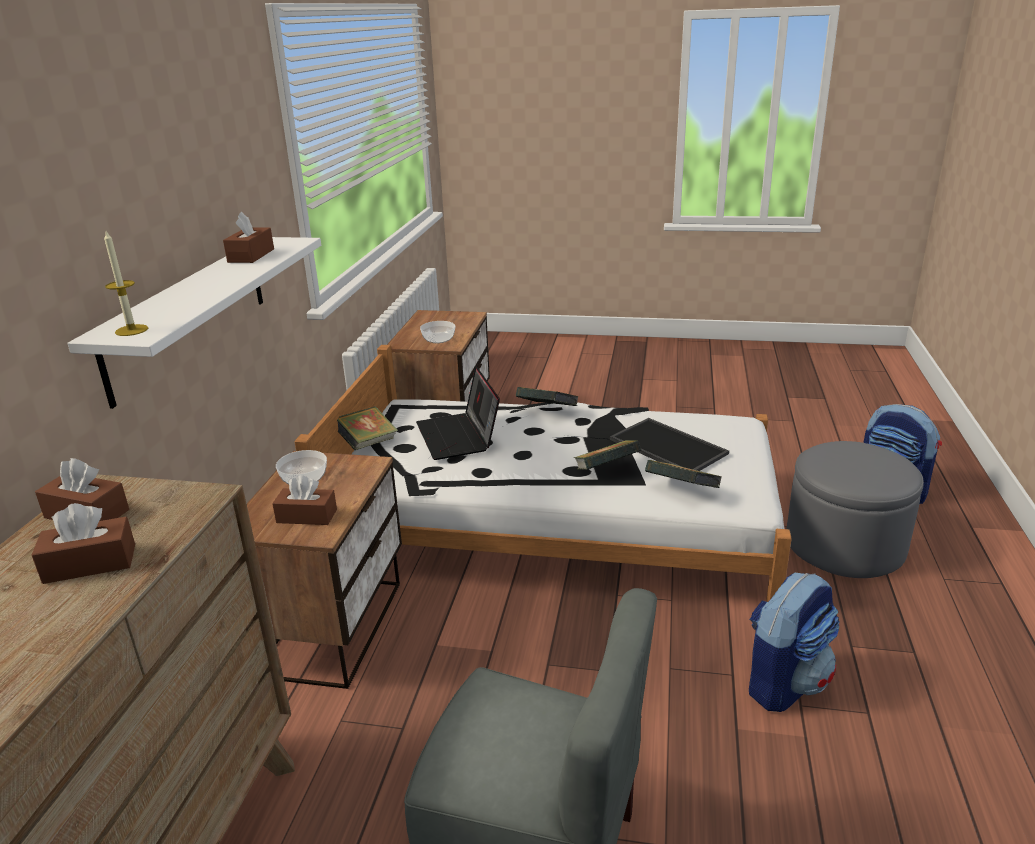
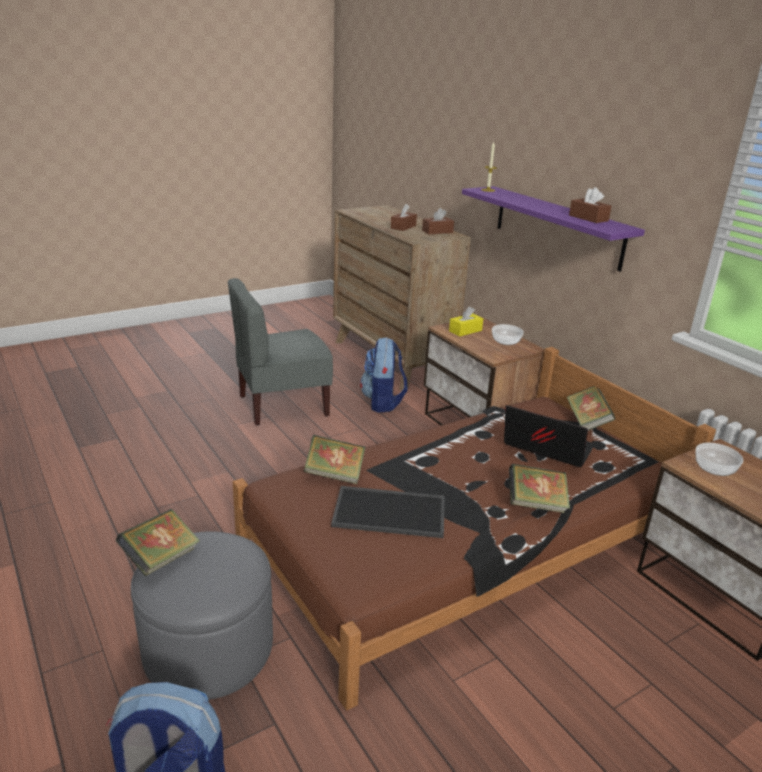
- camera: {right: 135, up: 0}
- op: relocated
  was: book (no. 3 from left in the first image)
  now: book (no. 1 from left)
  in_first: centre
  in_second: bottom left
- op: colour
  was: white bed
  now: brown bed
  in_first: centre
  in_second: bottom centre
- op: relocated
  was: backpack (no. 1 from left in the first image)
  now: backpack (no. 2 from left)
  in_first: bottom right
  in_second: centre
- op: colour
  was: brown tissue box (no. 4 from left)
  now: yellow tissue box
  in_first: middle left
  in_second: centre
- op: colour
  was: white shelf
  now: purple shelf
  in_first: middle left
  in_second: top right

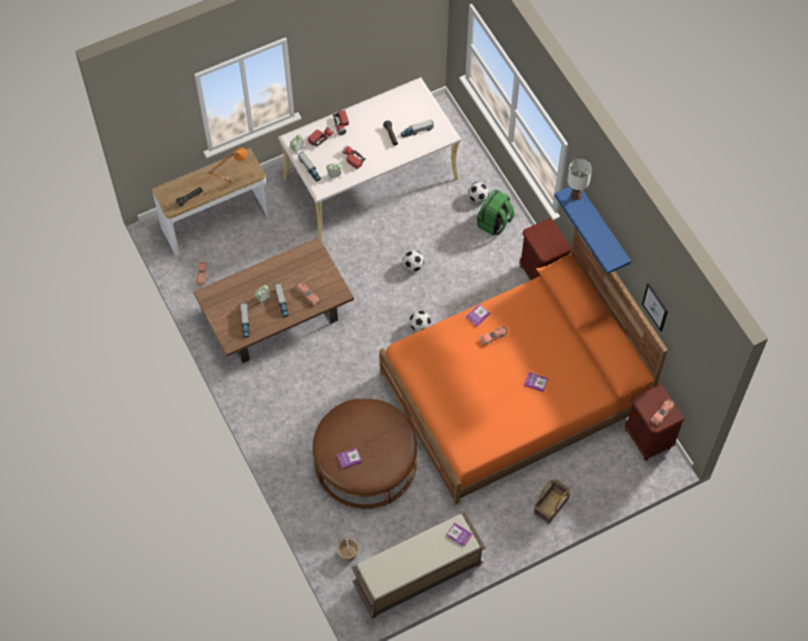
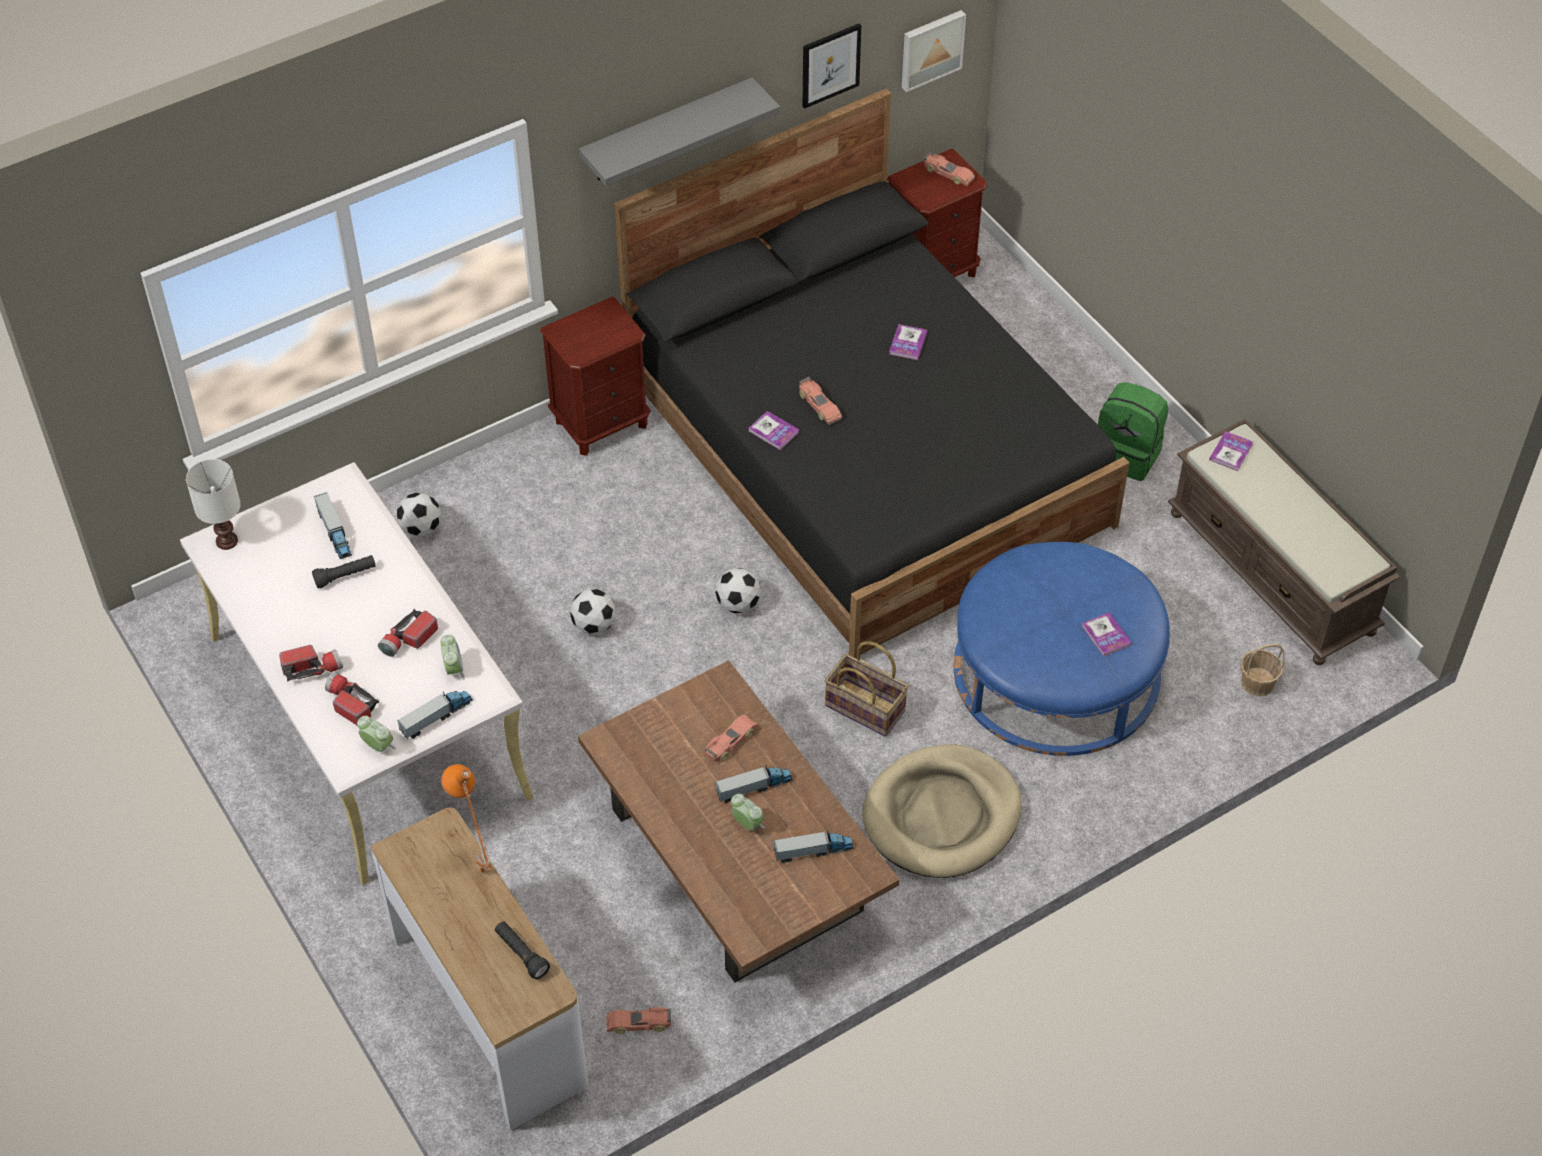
- camera: {right: -95, up: -10}
- op: relocated
  was: white table lamp
  in_first: top right
  in_second: middle left
- op: colour
  was: blue shelf
  now: grey shelf
  in_first: middle right
  in_second: top centre
- op: colour
  was: orange bed
  now: black bed
  in_first: centre
  in_second: top centre
- op: relocated
  was: basket (no. 2 from left in the first image)
  now: basket (no. 1 from left)
  in_first: bottom right
  in_second: centre
- op: appeared
  now: beige dog bed
  in_second: bottom centre
- op: appeared
  now: picture (no. 2 from left)
  in_second: top centre
- op: colour
  was: brown ottoman
  now: blue ottoman
  in_first: bottom centre
  in_second: middle right
- op: relocated
  was: green backpack
  in_first: top centre
  in_second: middle right

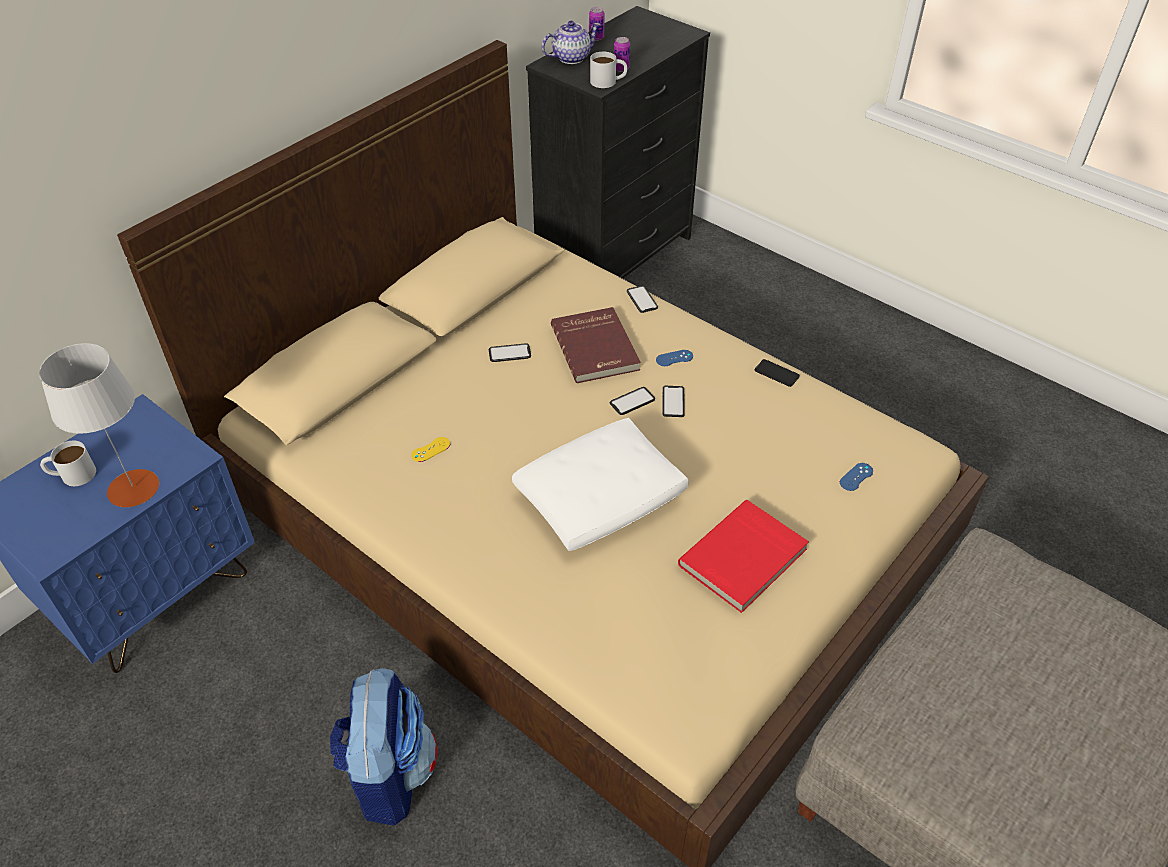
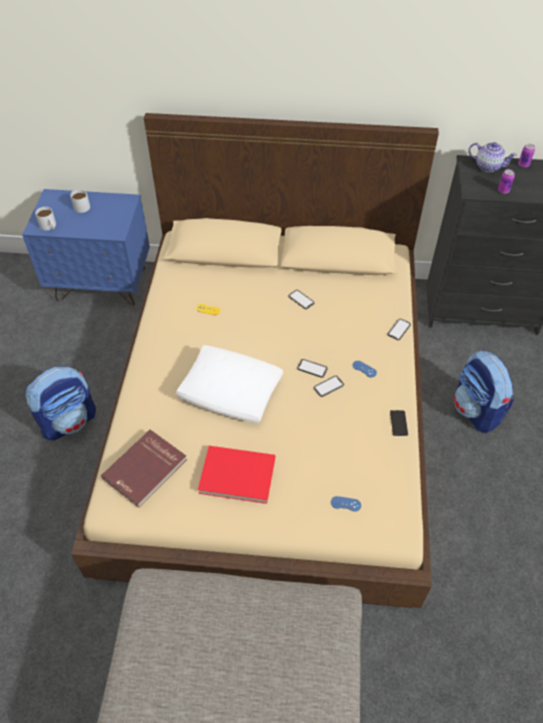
- camera: {right: 55, up: 5}
- op: relocated
  was: white mug (no. 2 from left in the first image)
  now: white mug (no. 1 from left)
  in_first: top centre
  in_second: top left
- op: relocated
  was: red book (no. 1 from left)
  in_first: centre
  in_second: middle left
- op: appeared
  now: backpack (no. 2 from left)
  in_second: middle right
- op: missing
  was: grey table lamp
  in_first: middle left

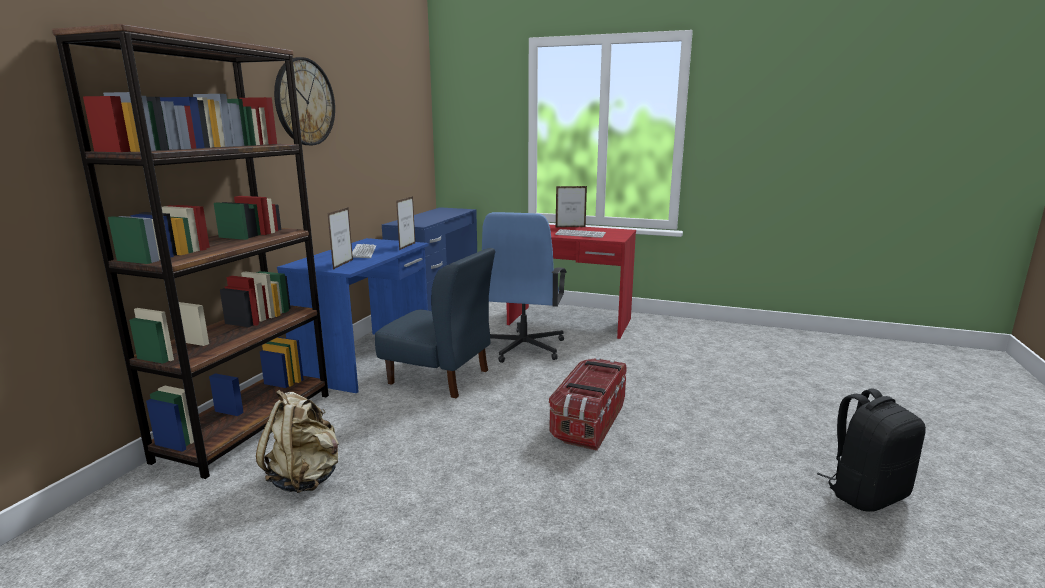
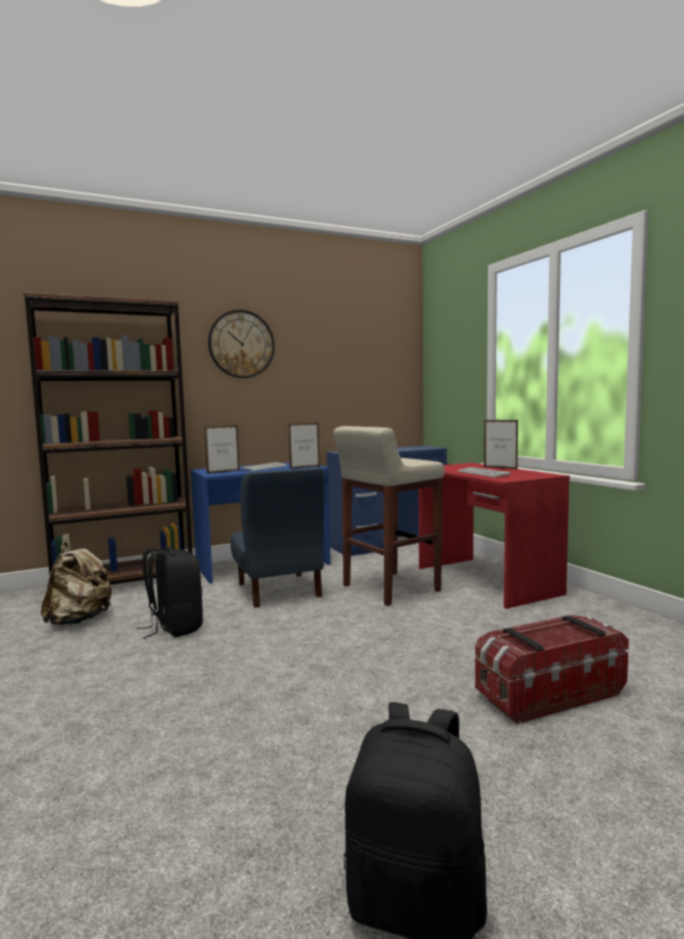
- camera: {right: 45, up: -10}
- op: appeared
  now: black backpack (no. 1 from left)
  in_second: middle left
- op: exchanged
  was: blue office chair
  now: beige stool
  in_first: centre
  in_second: centre
- op: relocated
  was: storage box
  in_first: bottom centre
  in_second: bottom right

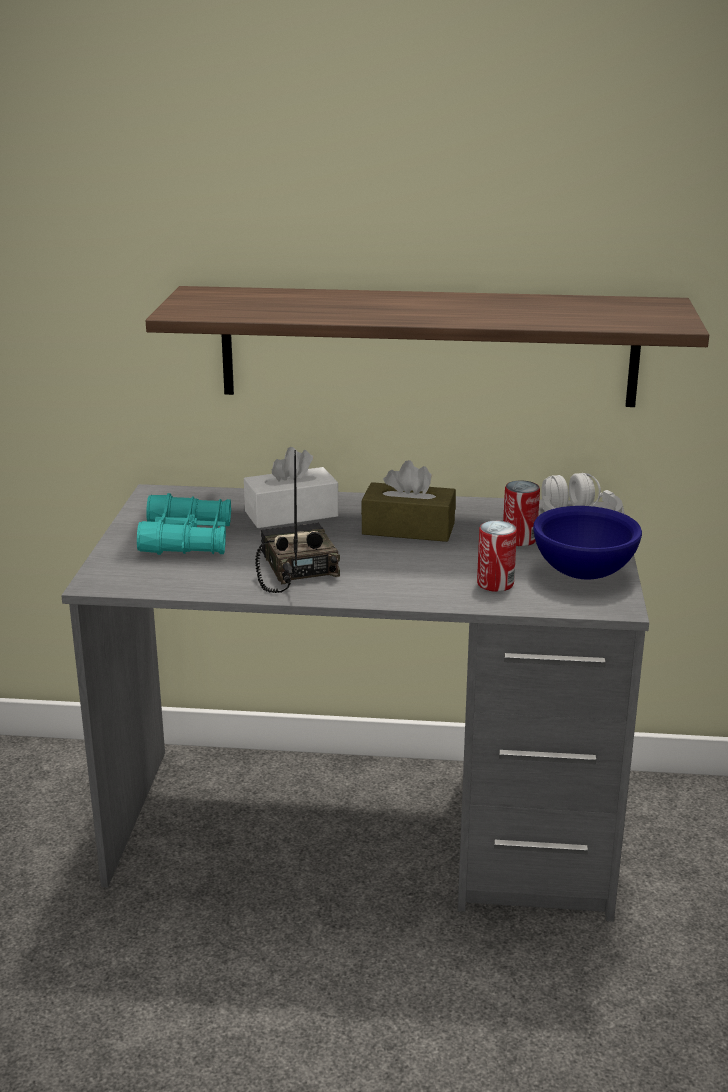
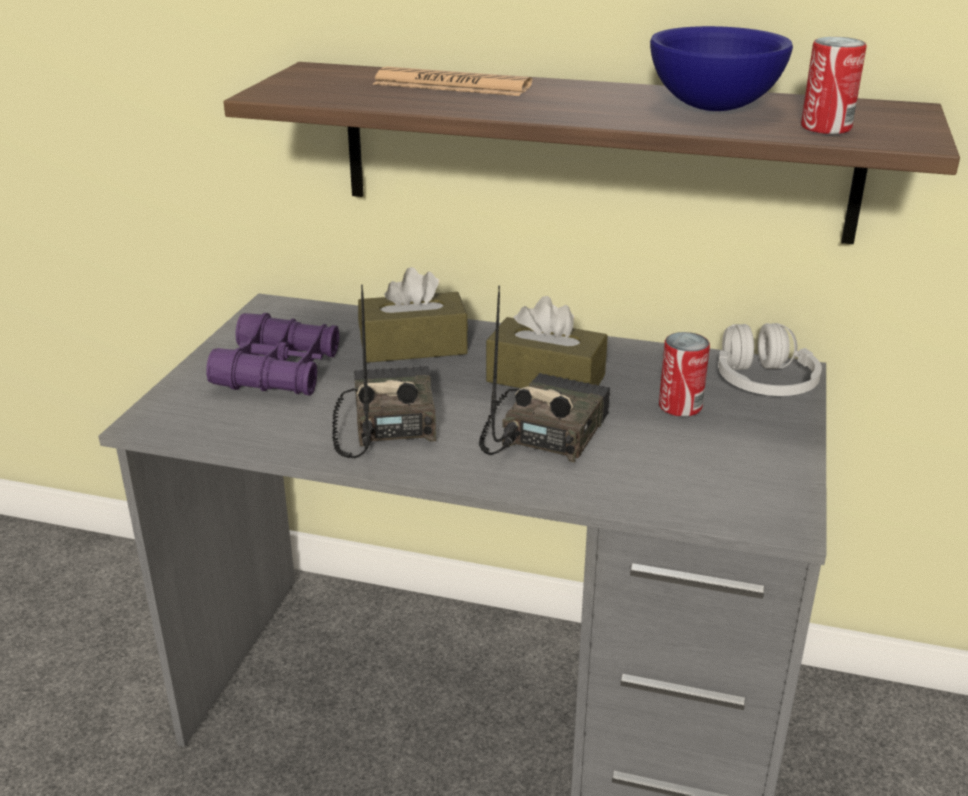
- camera: {right: 10, up: 5}
- op: colour
  was: turquoise binoculars
  now: purple binoculars
  in_first: middle left
  in_second: middle left
- op: colour
  was: white tissue box
  now: brown tissue box (no. 1 from left)
  in_first: centre
  in_second: centre
- op: appeared
  now: newspaper
  in_second: top centre
- op: appeared
  now: radio (no. 2 from left)
  in_second: centre
- op: relocated
  was: blue bowl
  in_first: middle right
  in_second: top right
- op: relocated
  was: can (no. 1 from left in the first image)
  now: can (no. 2 from left)
  in_first: middle right
  in_second: top right

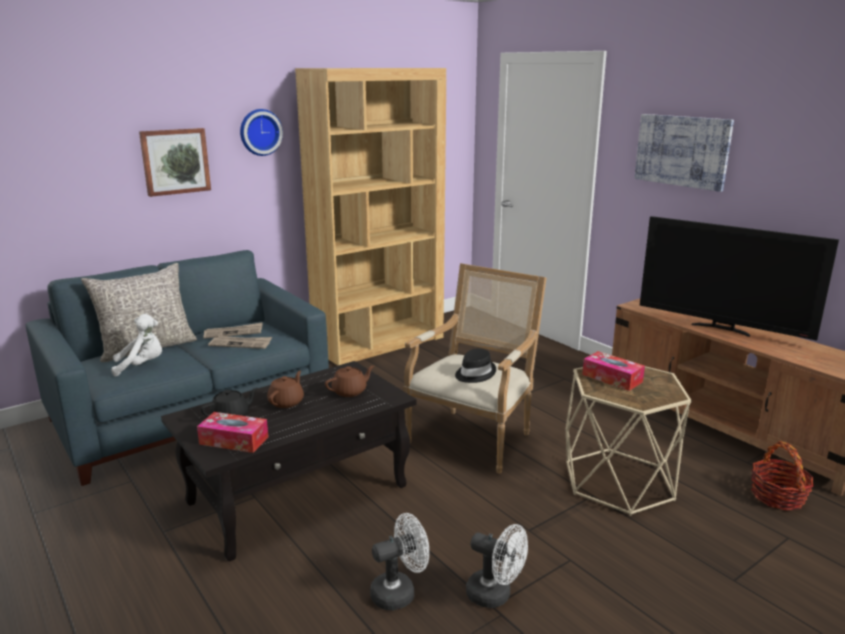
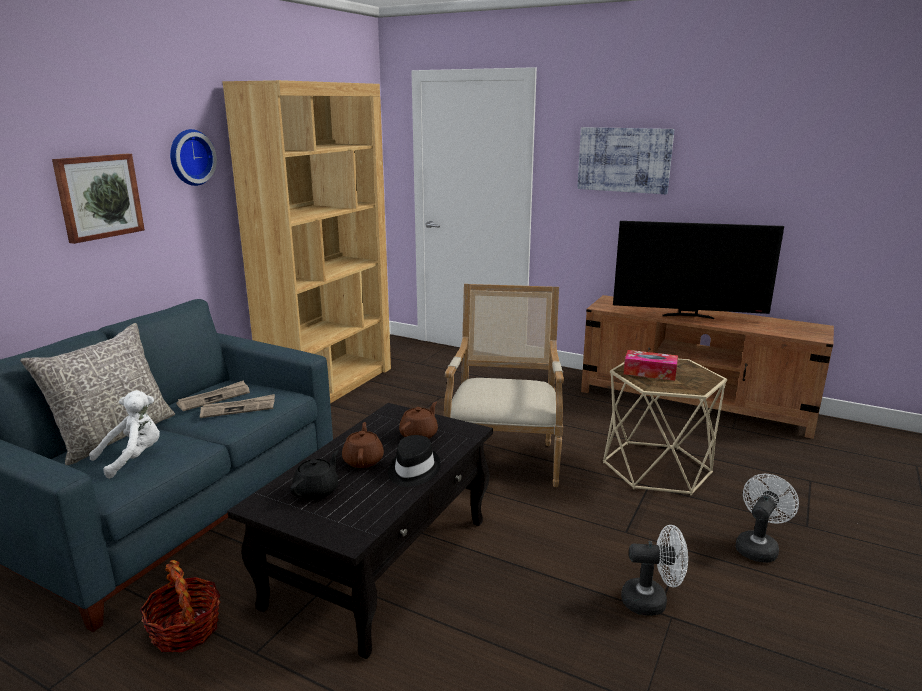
- camera: {right: -25, up: 0}
- op: relocated
  was: basket
  in_first: bottom right
  in_second: bottom left
- op: relocated
  was: black hat
  in_first: centre
  in_second: bottom centre
- op: relocated
  was: white fan (no. 1 from left in the first image)
  now: white fan (no. 2 from left)
  in_first: bottom centre
  in_second: bottom right
- op: missing
  was: tissue box (no. 1 from left)
  in_first: bottom left

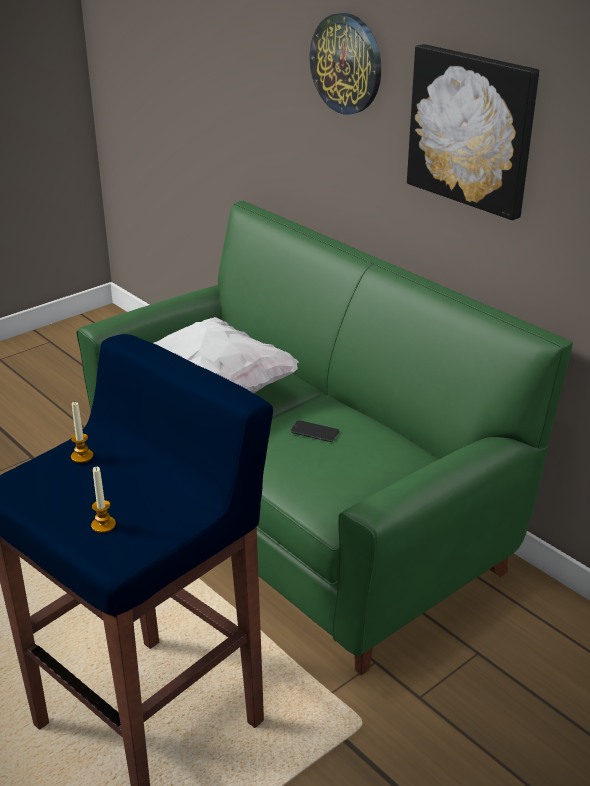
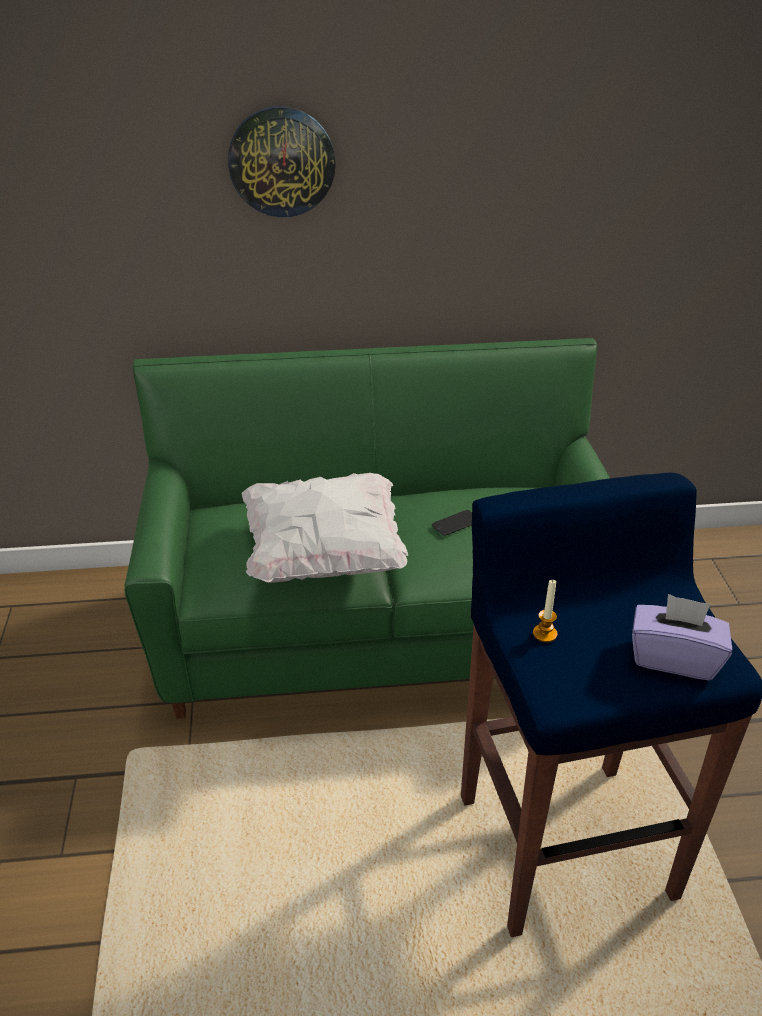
- camera: {right: -55, up: 5}
- op: exchanged
  was: candle (no. 2 from left)
  now: purple tissue box
  in_first: middle left
  in_second: middle right
- op: missing
  was: picture
  in_first: top right

